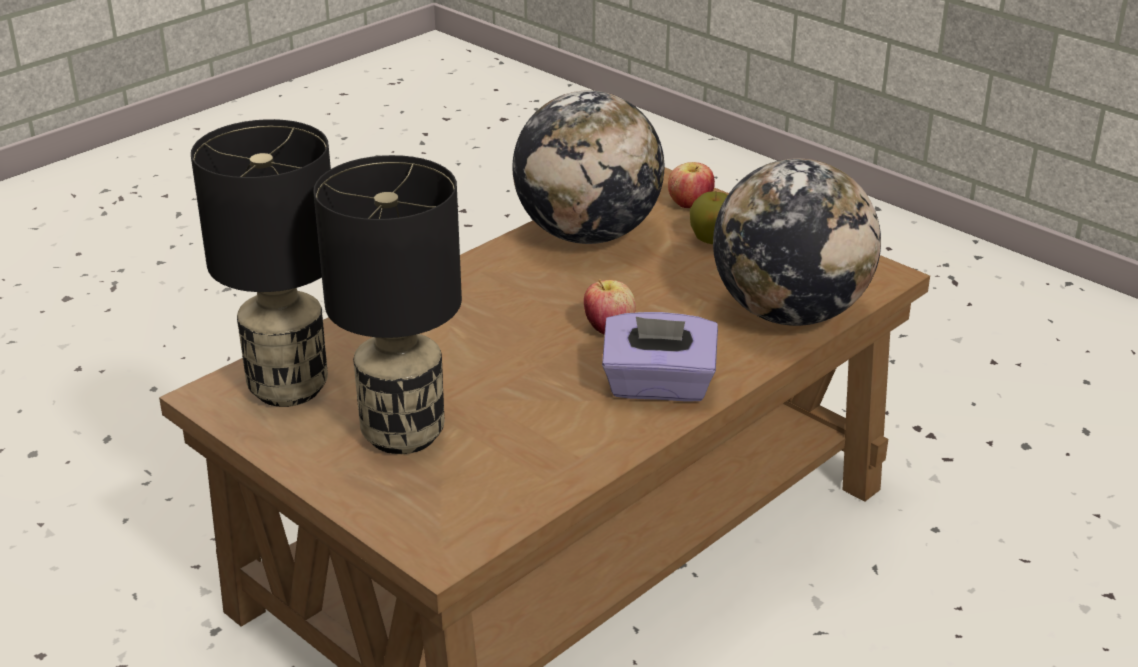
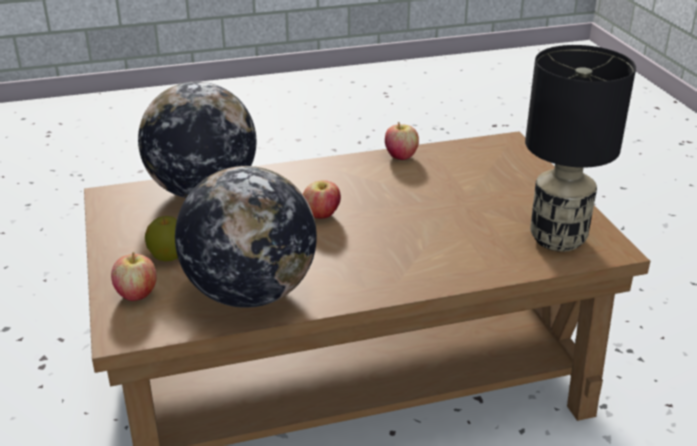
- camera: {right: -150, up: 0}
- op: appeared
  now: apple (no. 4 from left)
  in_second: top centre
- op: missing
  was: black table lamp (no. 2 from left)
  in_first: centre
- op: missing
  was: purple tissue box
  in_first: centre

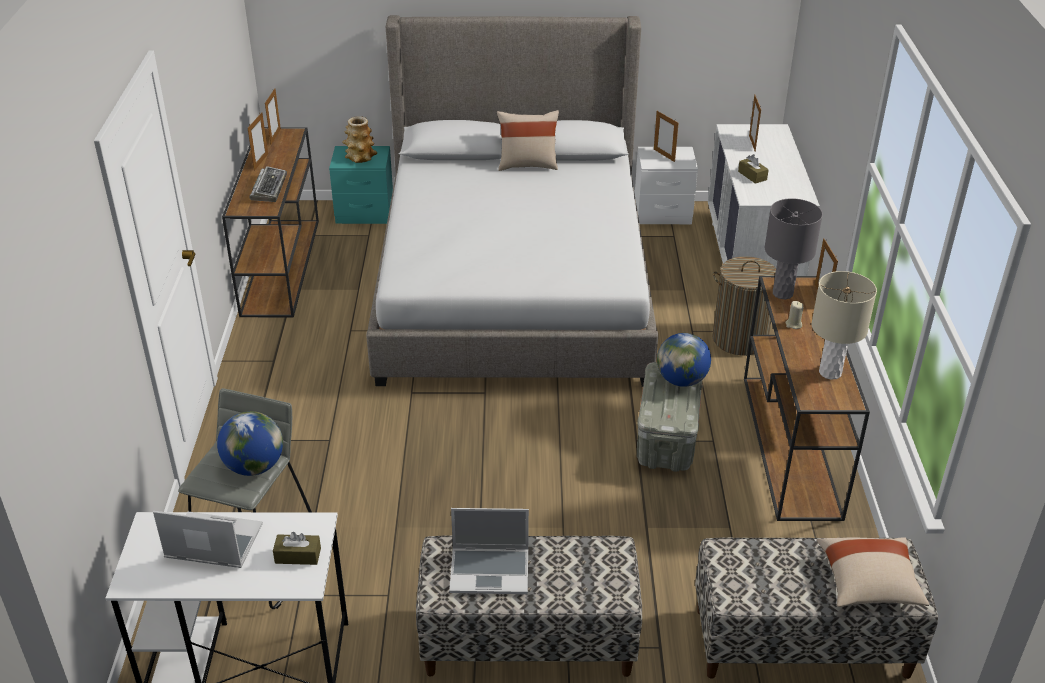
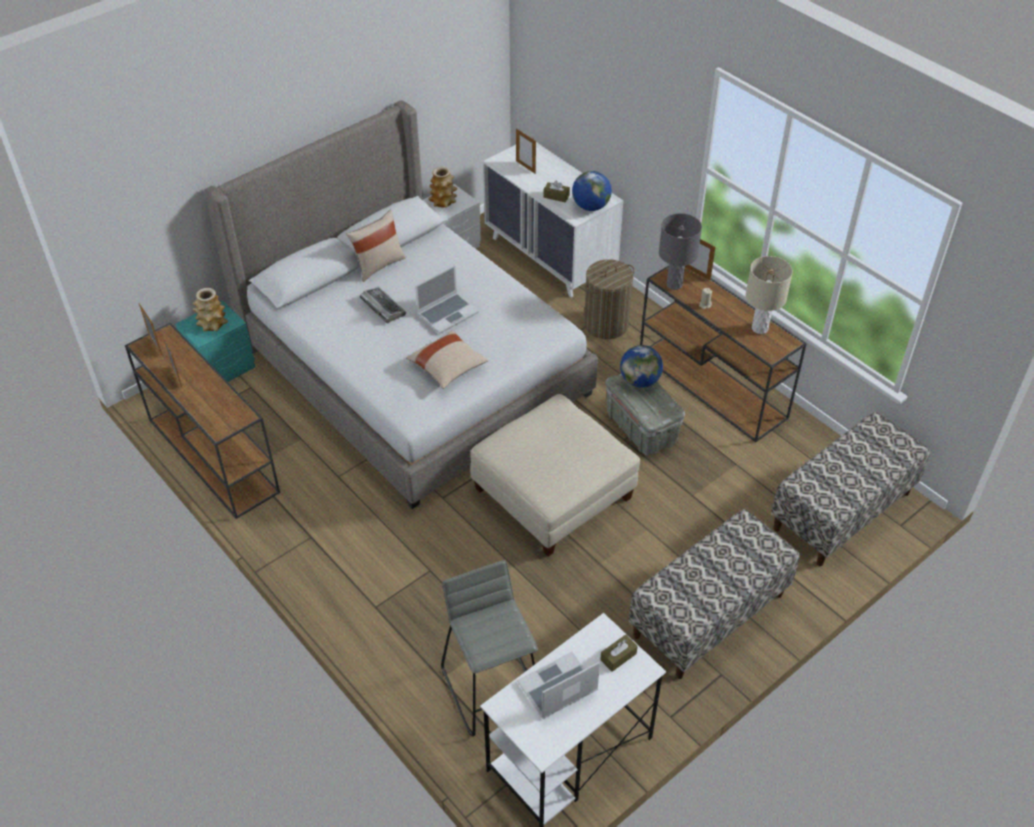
- camera: {right: -40, up: 10}
- op: relocated
  was: keyboard
  in_first: top left
  in_second: centre
- op: relocated
  was: beige pillow (no. 2 from left)
  in_first: bottom right
  in_second: centre
- op: relocated
  was: laptop (no. 2 from left in the first image)
  now: laptop (no. 1 from left)
  in_first: bottom centre
  in_second: centre
- op: exchanged
  was: picture frame (no. 3 from left)
  now: vase (no. 2 from left)
  in_first: top centre
  in_second: top centre
- op: appeared
  now: beige ottoman
  in_second: centre
- op: relocated
  was: globe (no. 1 from left)
  in_first: middle left
  in_second: top centre

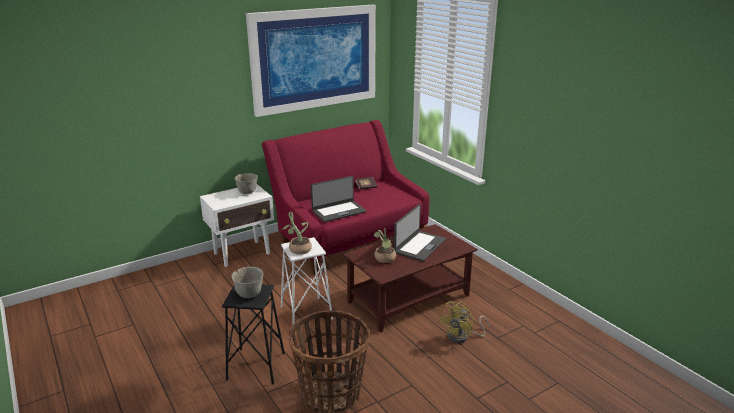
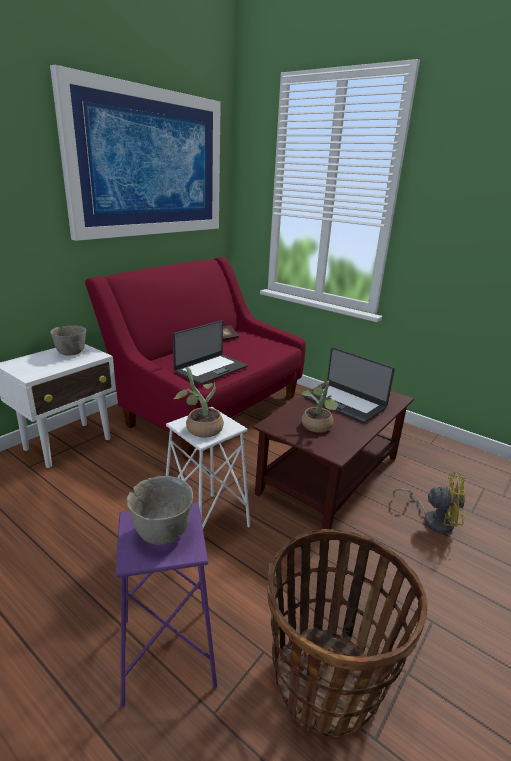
- camera: {right: -20, up: 0}
- op: colour
  was: black stool
  now: purple stool
  in_first: bottom centre
  in_second: bottom left
- op: spun
  was: laptop (no. 2 from left)
  in_first: centre
  in_second: middle right
  clockwise: 120
- op: spun
  was: yellow fan
  in_first: bottom centre
  in_second: middle right
  clockwise: -90

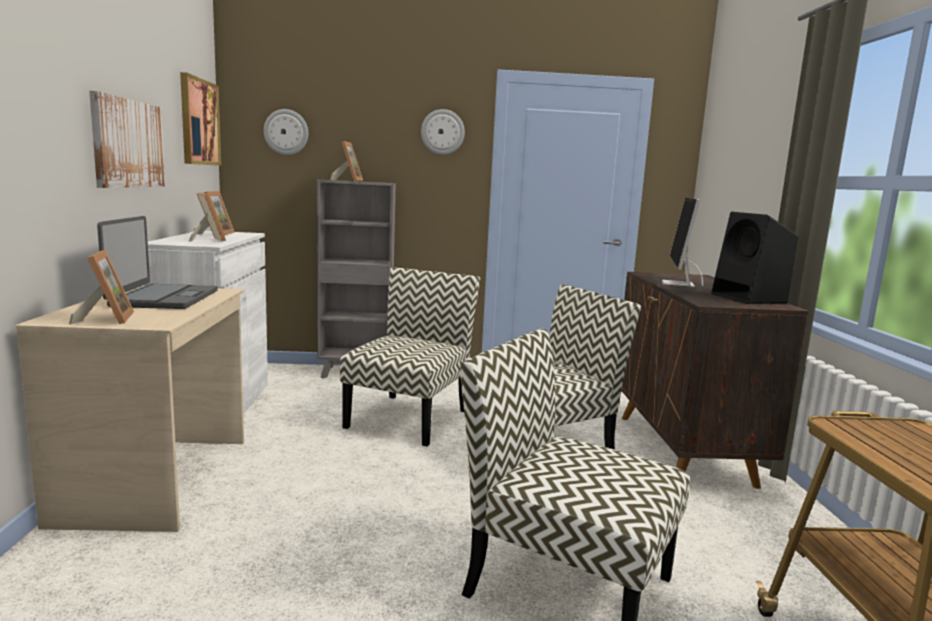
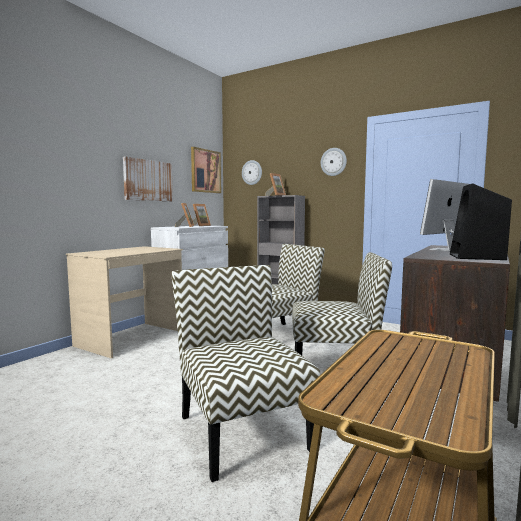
- camera: {right: 35, up: -5}
- op: missing
  was: picture frame (no. 1 from left)
  in_first: middle left
- op: missing
  was: laptop
  in_first: middle left

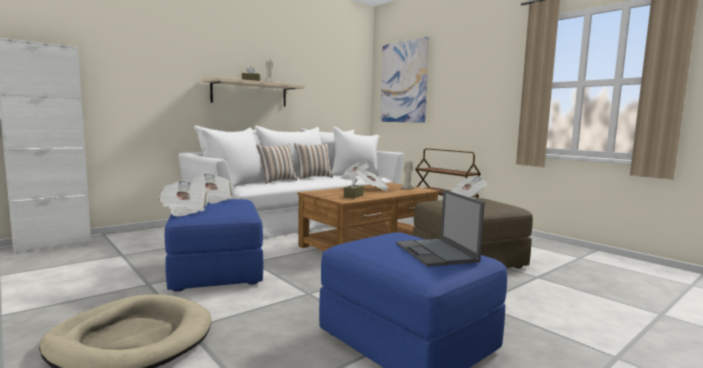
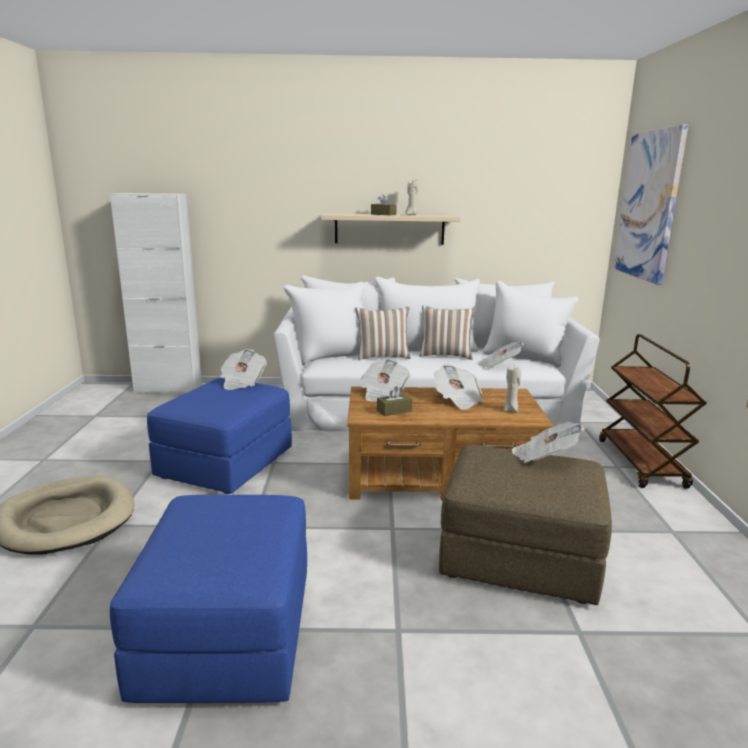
- camera: {right: 40, up: 10}
- op: relocated
  was: newspaper (no. 1 from left in the first image)
  now: newspaper (no. 2 from left)
  in_first: middle left
  in_second: centre
- op: missing
  was: laptop
  in_first: centre

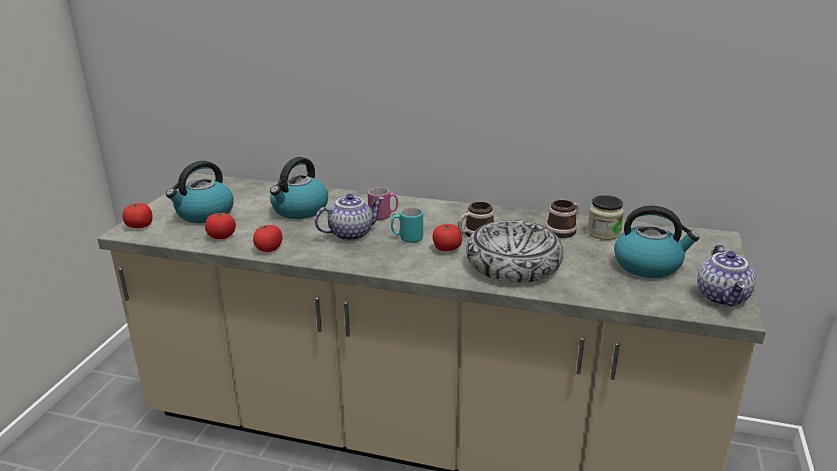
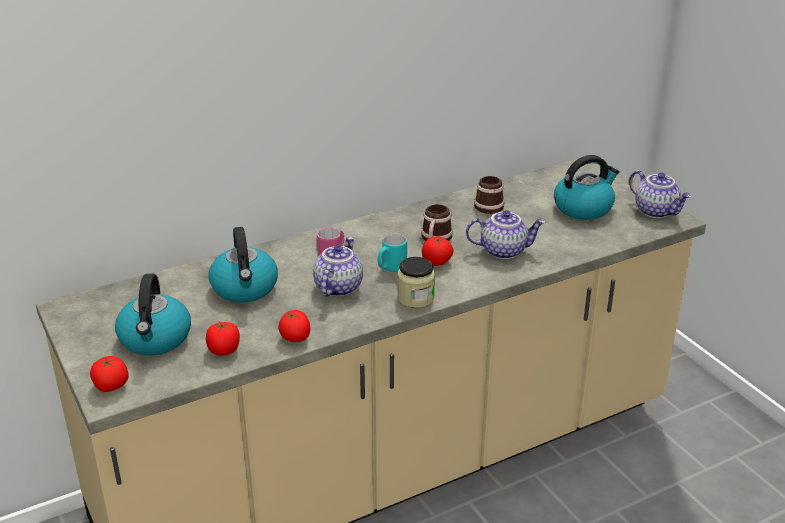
- camera: {right: -45, up: 5}
- op: relocated
  was: jar
  in_first: middle right
  in_second: centre
- op: exchanged
  was: bowl
  now: teapot (no. 2 from left)
  in_first: centre
  in_second: centre

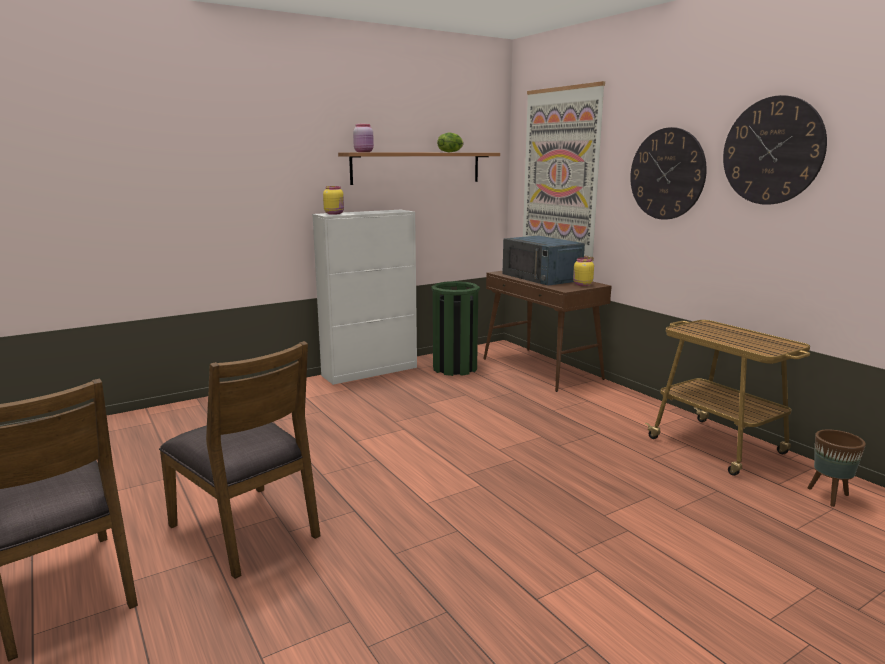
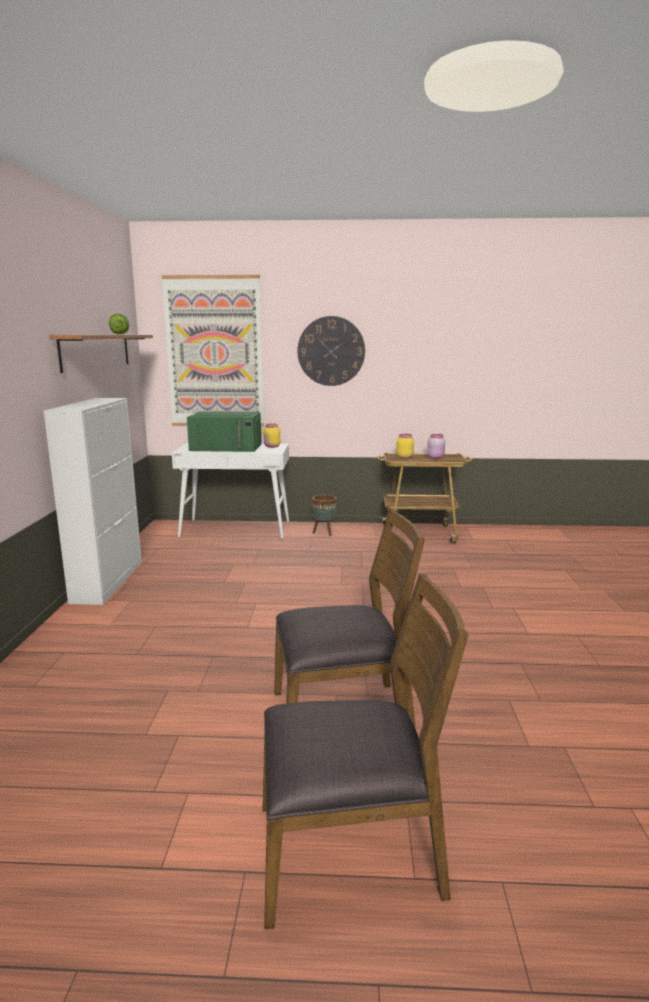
- camera: {right: -55, up: 0}
- op: colour
  was: brown console table
  now: white console table
  in_first: centre
  in_second: centre
- op: colour
  was: blue microwave
  now: green microwave
  in_first: centre
  in_second: centre
- op: relocated
  was: brown planter
  in_first: bottom right
  in_second: centre
- op: relocated
  was: yellow jar (no. 1 from left in the first image)
  now: yellow jar (no. 2 from left)
  in_first: top centre
  in_second: centre
- op: relocated
  was: pink jar
  in_first: top centre
  in_second: middle right
- op: missing
  was: green trash can
  in_first: centre
- op: missing
  was: wall clock (no. 2 from left)
  in_first: top right

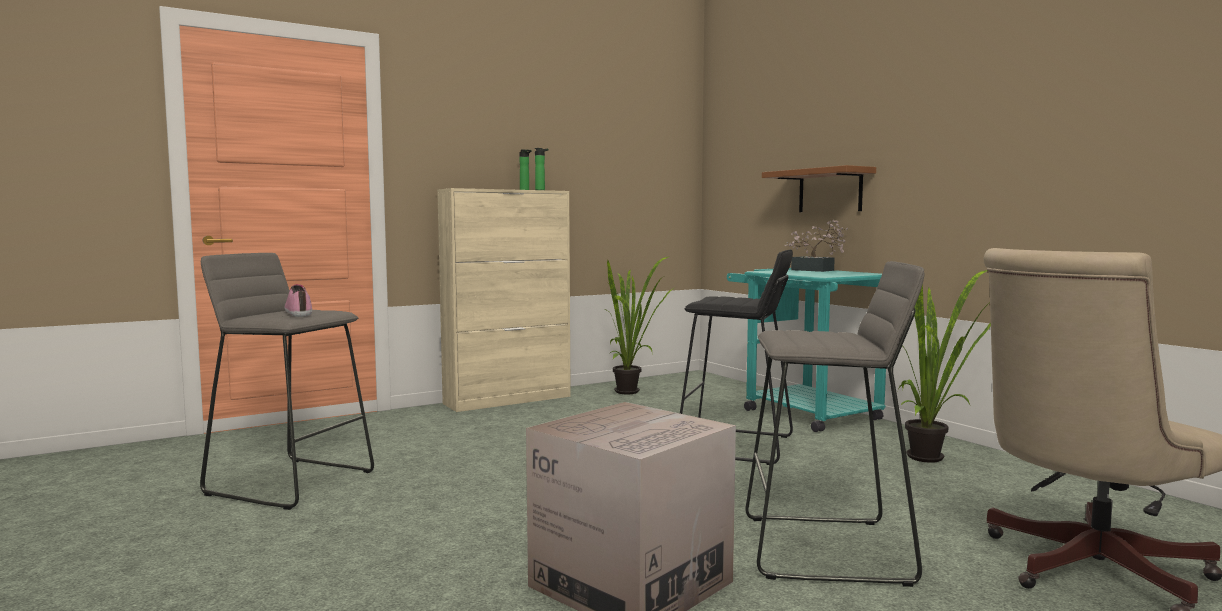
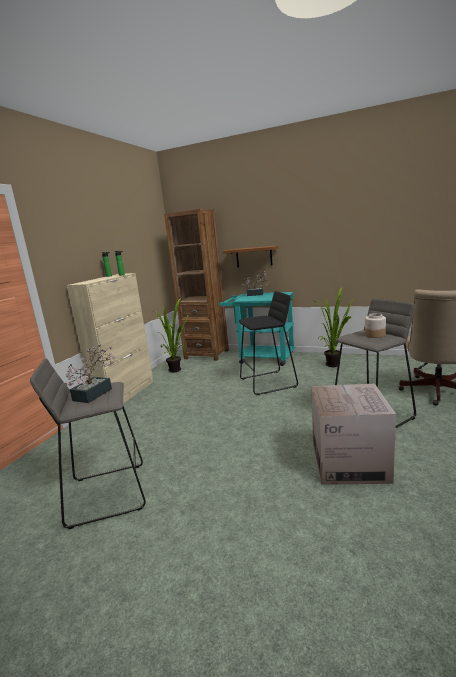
- camera: {right: -35, up: 10}
- op: exchanged
  was: shoe
  now: potted plant (no. 1 from left)
  in_first: middle left
  in_second: middle left
- op: appeared
  now: brown bookcase
  in_second: centre
- op: appeared
  now: jar
  in_second: middle right

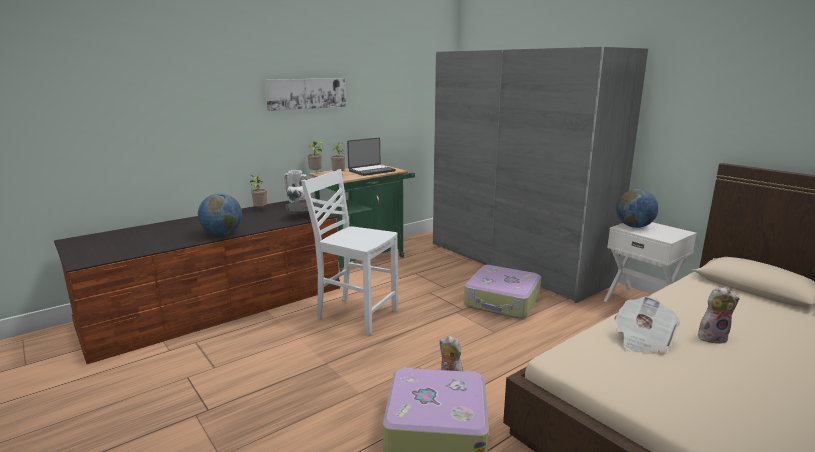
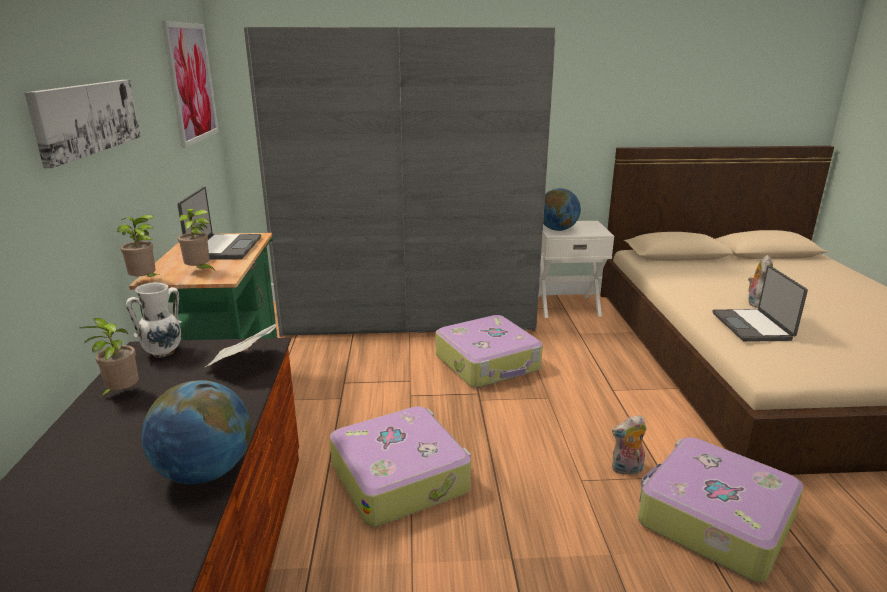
- camera: {right: -55, up: 5}
- op: appeared
  now: picture (no. 2 from left)
  in_second: top left
- op: exchanged
  was: white chair
  now: suitcase (no. 1 from left)
  in_first: centre
  in_second: bottom centre
- op: exchanged
  was: newspaper (no. 2 from left)
  now: laptop (no. 2 from left)
  in_first: bottom right
  in_second: middle right

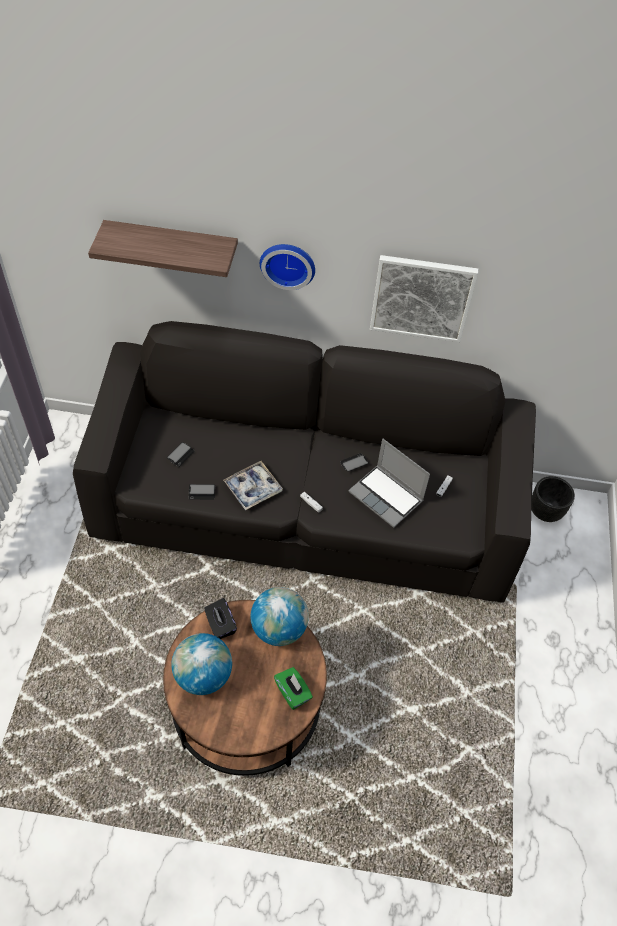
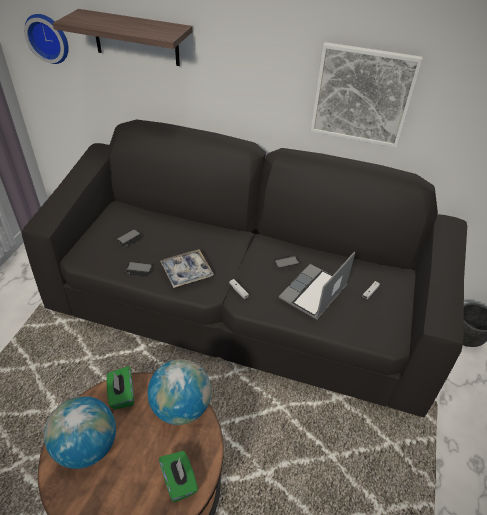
- camera: {right: 10, up: -10}
- op: relocated
  was: wall clock
  in_first: top centre
  in_second: top left
- op: colour
  was: black tissue box
  now: green tissue box (no. 1 from left)
  in_first: bottom centre
  in_second: bottom left
- op: spun
  was: laptop
  in_first: centre
  in_second: centre
  clockwise: 75

